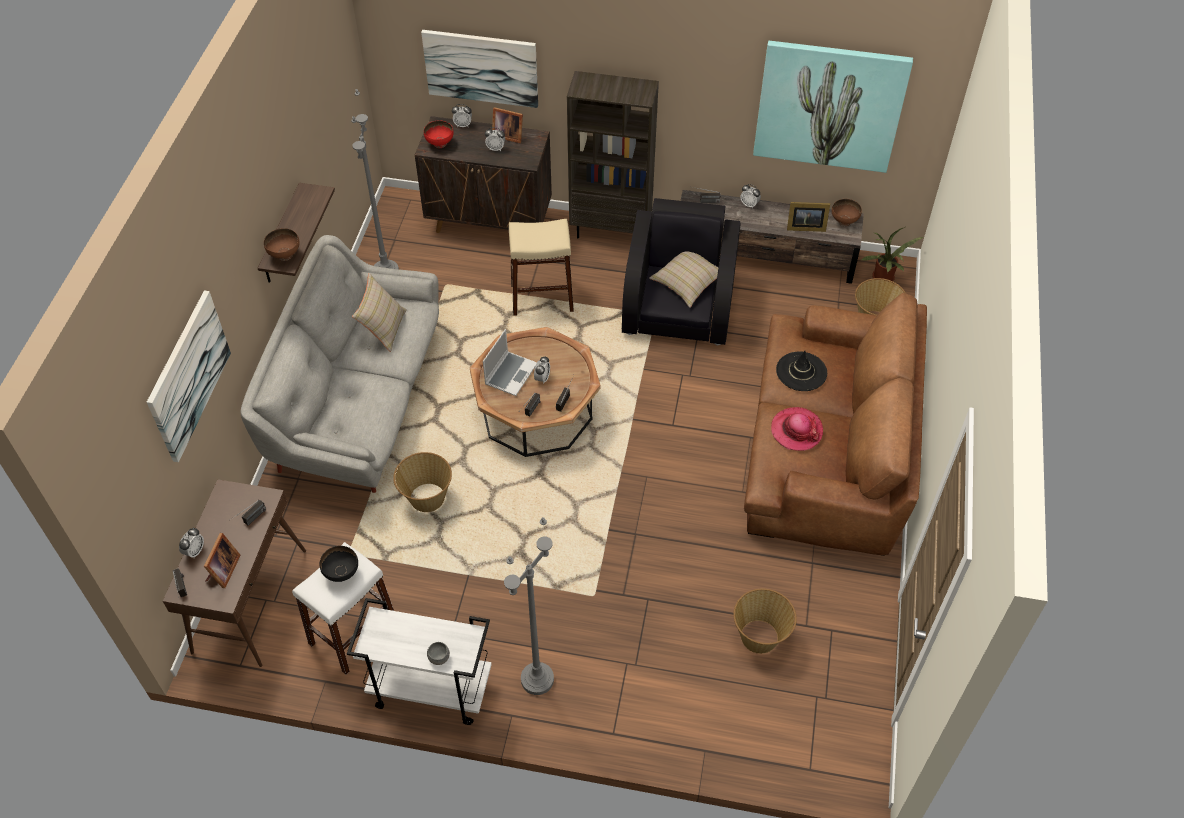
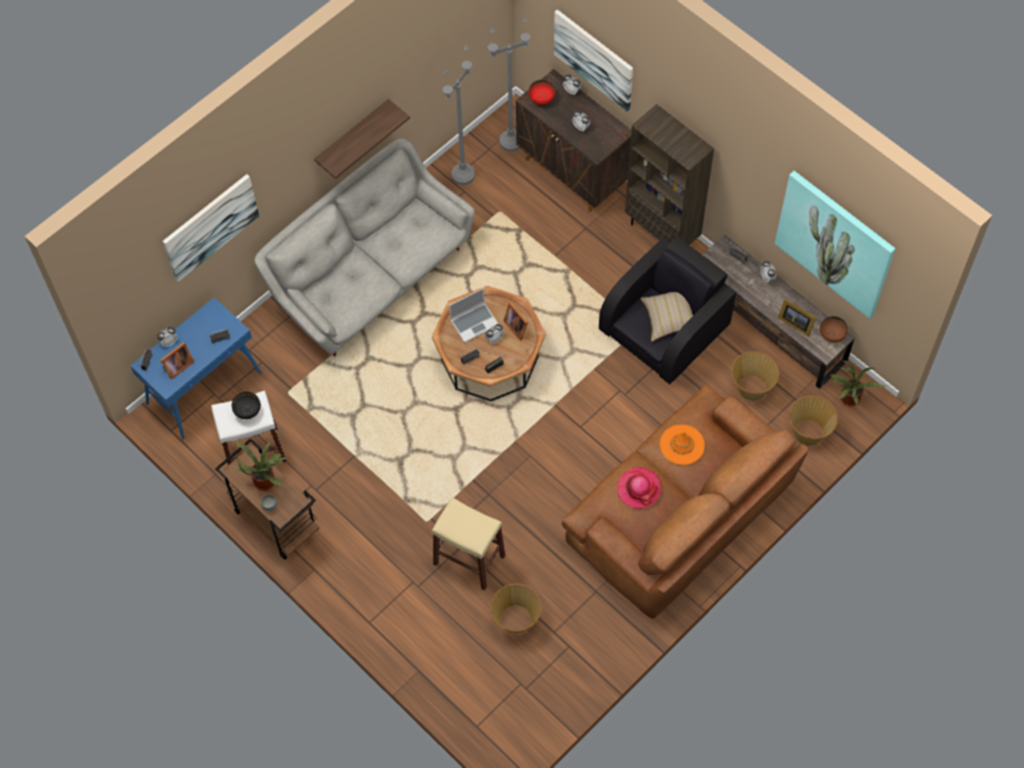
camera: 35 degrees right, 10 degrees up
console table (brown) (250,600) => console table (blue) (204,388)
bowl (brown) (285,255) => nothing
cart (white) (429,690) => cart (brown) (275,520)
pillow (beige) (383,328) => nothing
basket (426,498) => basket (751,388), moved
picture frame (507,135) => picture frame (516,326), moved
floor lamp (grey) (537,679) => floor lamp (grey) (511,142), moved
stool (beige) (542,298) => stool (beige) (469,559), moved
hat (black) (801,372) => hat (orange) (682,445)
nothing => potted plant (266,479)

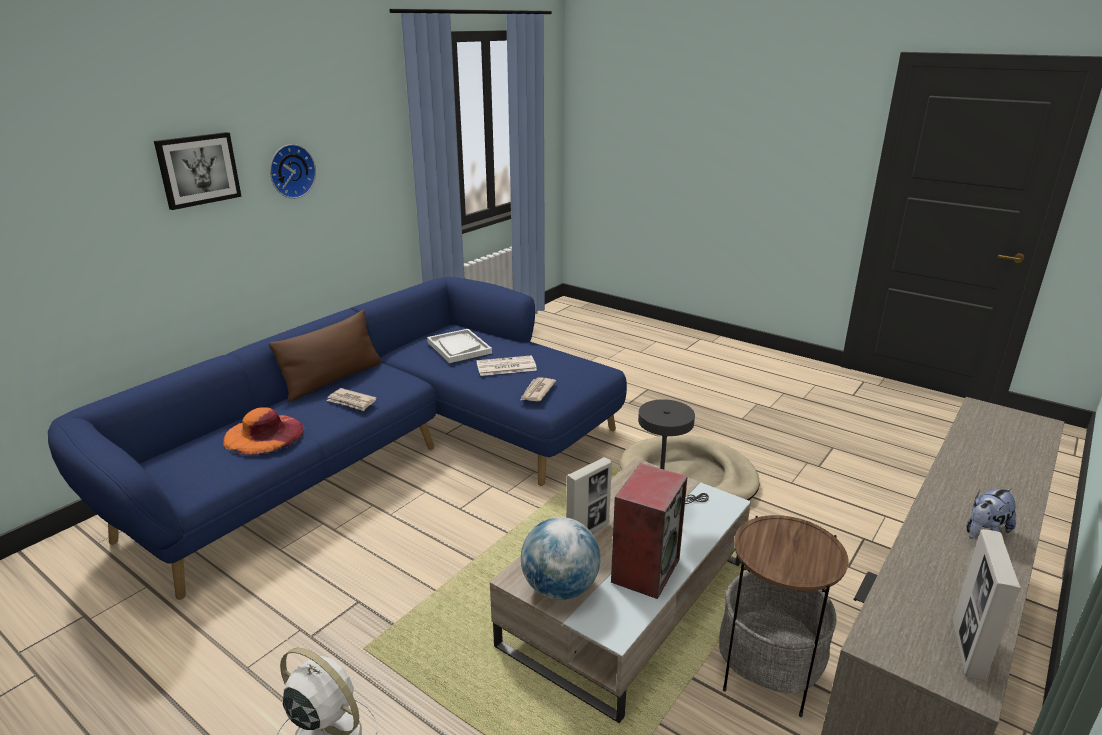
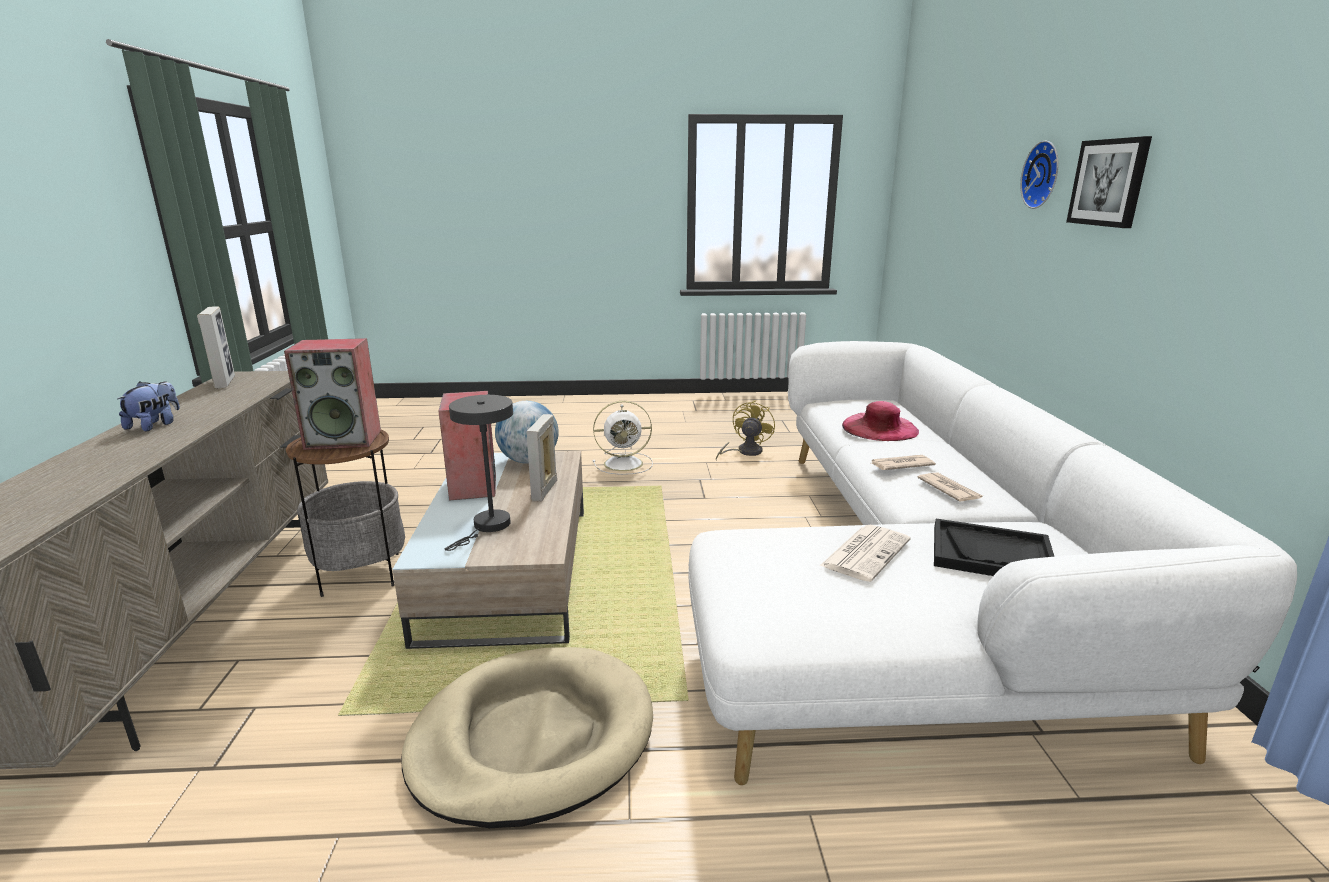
camera: 140 degrees right, 5 degrees down
sofa (blue) (388,454) => sofa (white) (912,582)
hat (orange) (264,434) => hat (pink) (879,427)
pillow (brown) (333,379) => nothing
wall clock (290,171) => wall clock (1044,175), moved
tray (white) (459,347) => tray (black) (991,554)
newspaper (537,391) => newspaper (949,489), moved
nothing => speaker (345,439)
nothing => fan (yellow) (745,452)

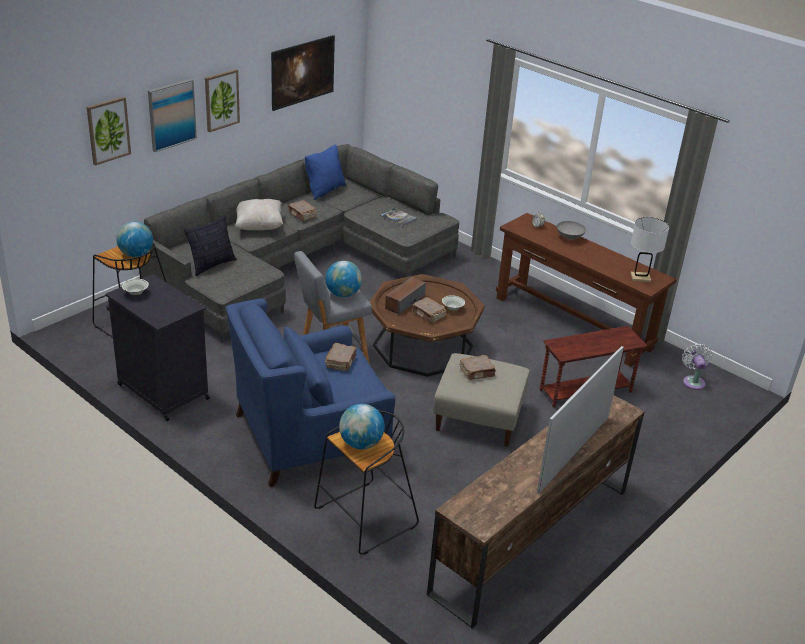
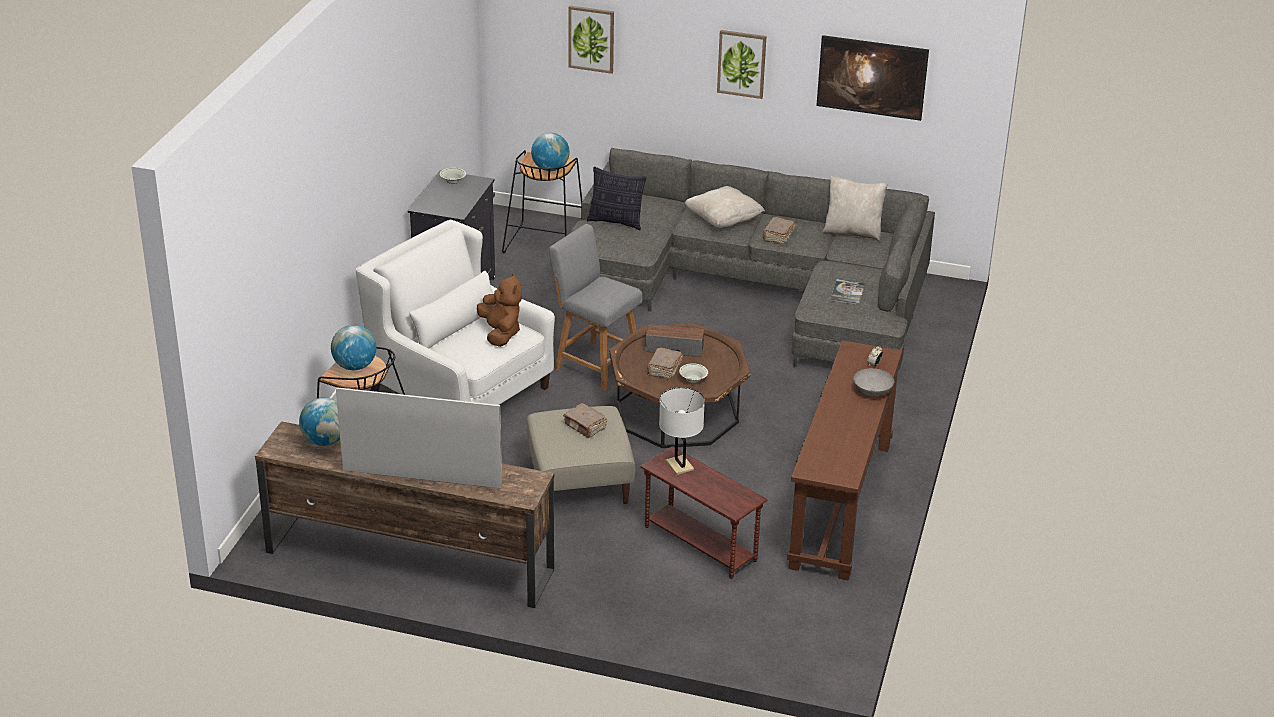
camera: 65 degrees right, 0 degrees up
picture (171,114) => nothing
armchair (blue) (309,436) => armchair (white) (460,390)
pillow (blue) (324,190) => pillow (beige) (852,232)
globe (343,294) => globe (325,441), moved
book (brown) (341,362) => plush toy (brown) (500,333)
table lamp (white) (640,277) => table lamp (white) (679,466), moved
fan (white) (693,381) => nothing

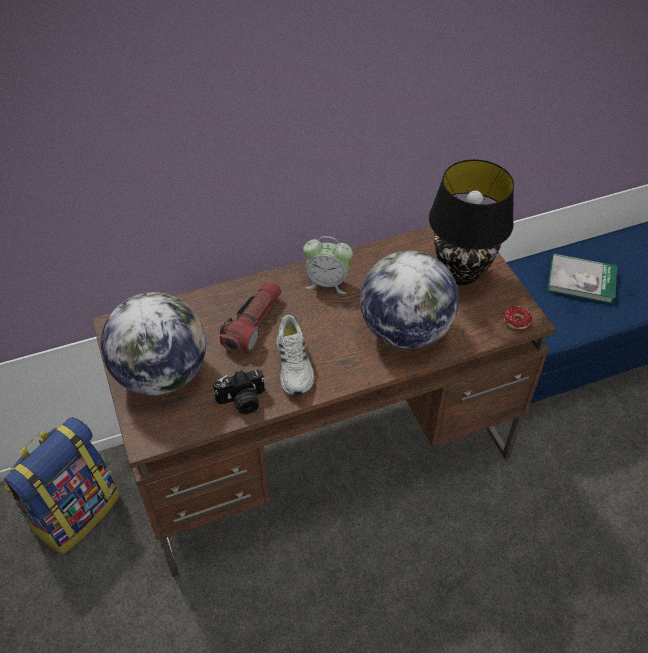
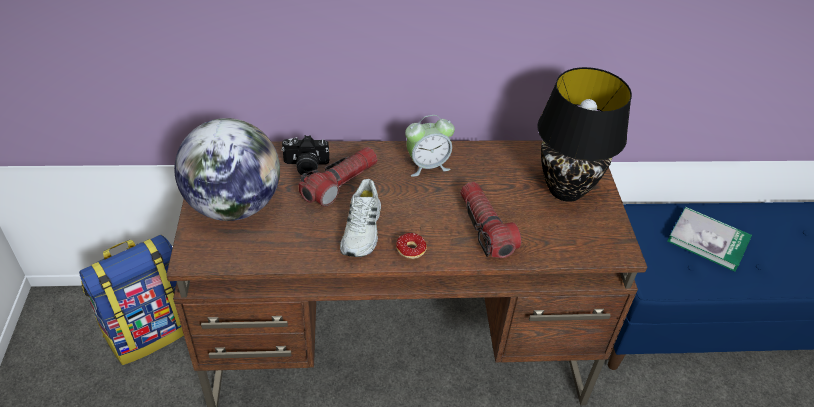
camera: 15 degrees right, 5 degrees down
photo camera (242,401) => photo camera (305,166), moved
alarm clock (327,283) => alarm clock (427,165), 45 degrees counterclockwise
globe (405,331) => flashlight (485,228)
donut (515,325) => donut (407,253), moved

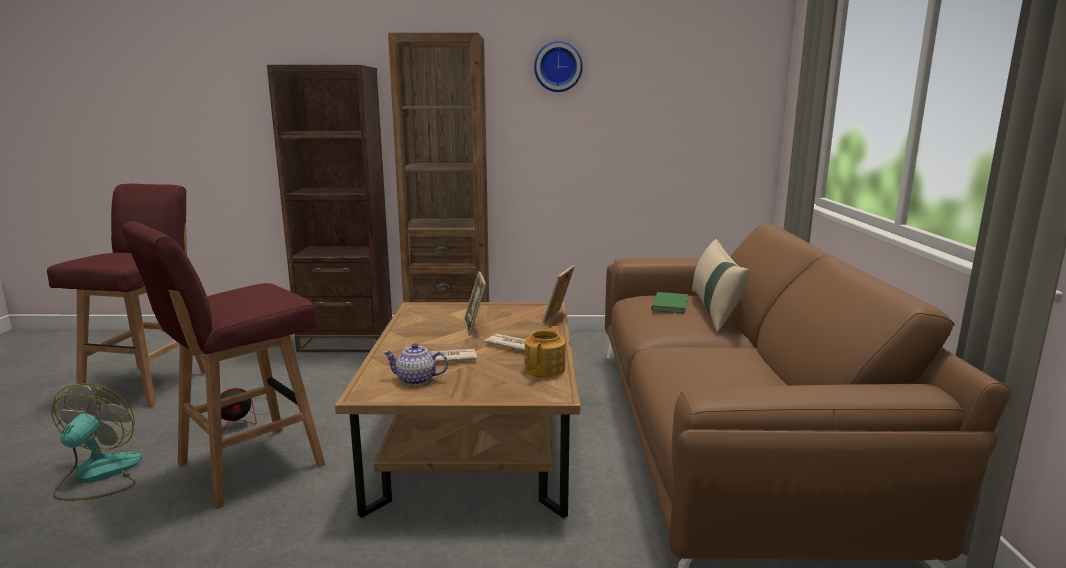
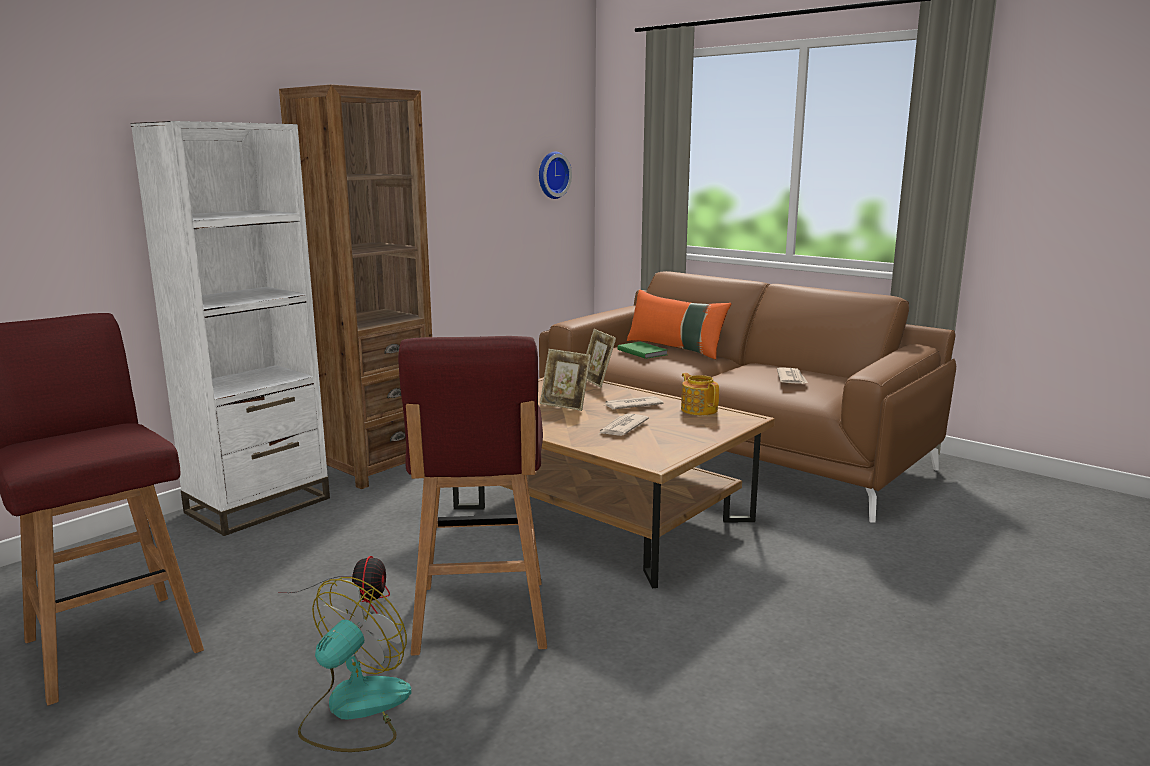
camera: 50 degrees left, 0 degrees up
fan (98,476) => fan (354,710), 75 degrees clockwise
bookcase (brown) (346,341) => bookcase (white) (258,505)
teapot (416,380) => nothing
wall clock (558,67) => wall clock (551,175), moved
pillow (beige) (714,311) => pillow (orange) (675,348)
nothing => newspaper (791,378)

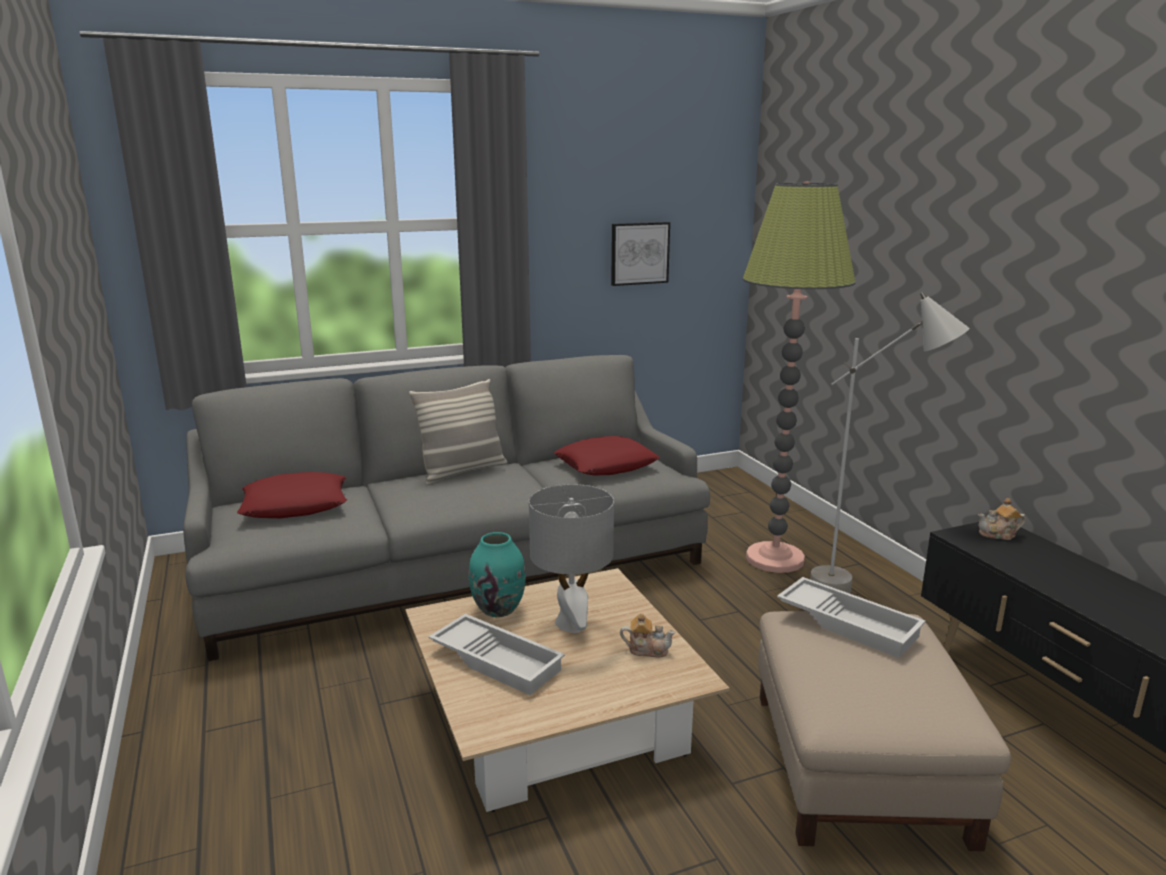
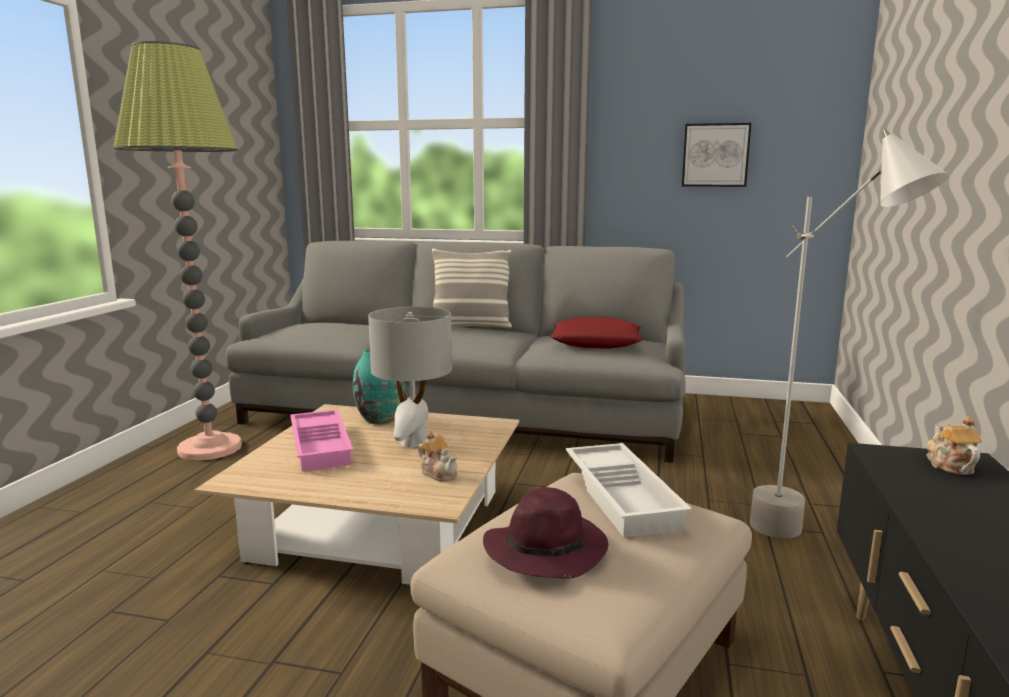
camera: 35 degrees right, 5 degrees down
pillow (red) (295,505) => nothing
tray (white) (498,660) => tray (pink) (322,446)
floor lamp (774,559) => floor lamp (210,448), moved
teapot (998,534) => teapot (949,465), 60 degrees clockwise
nothing => hat (purple) (547,549)

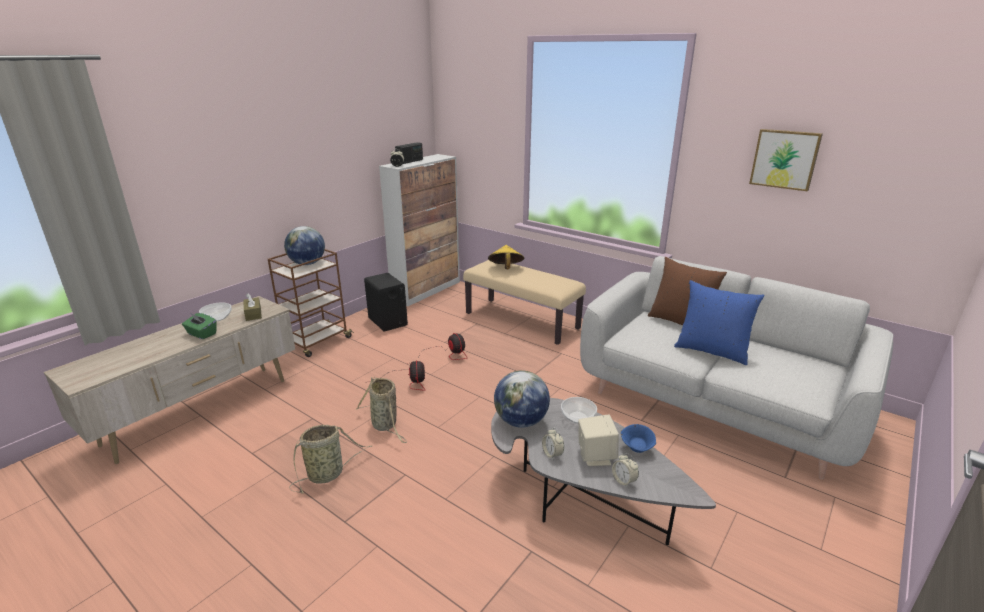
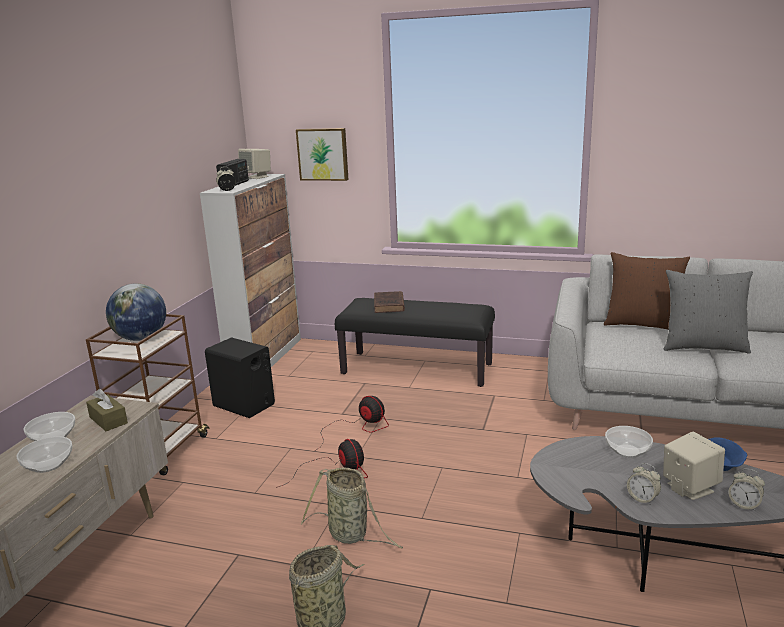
camera: 20 degrees left, 5 degrees down
tissue box (green) (201,334) => bowl (49,464)
bench (beige) (522,320) => bench (black) (417,368)
hat (yellow) (505,268) => book (brown) (389,305)
globe (520,421) => nothing
pillow (blue) (711,351) => pillow (grey) (703,346)
picture (785,159) => picture (323,154), moved
nothing => speaker (beige) (256,177)

